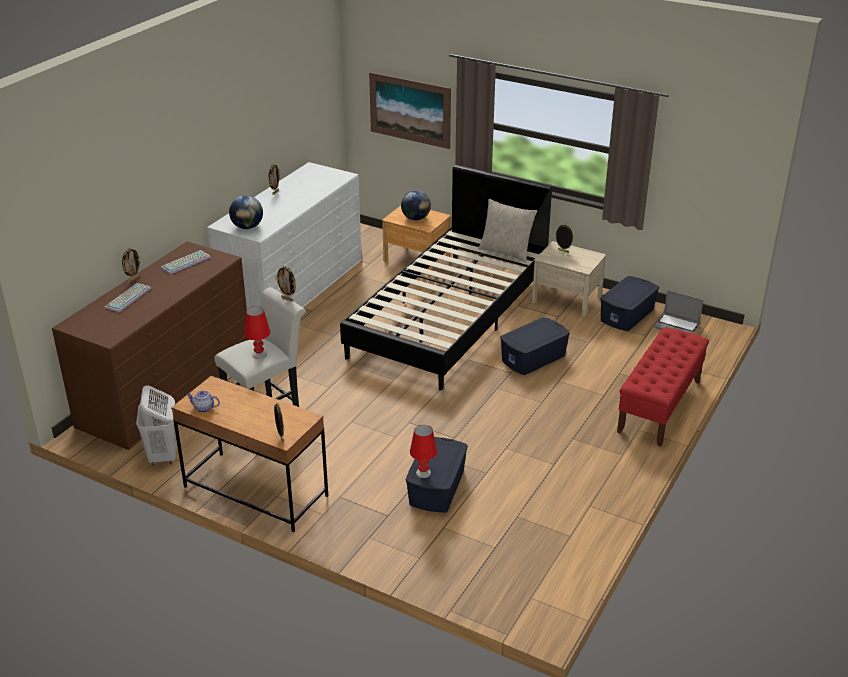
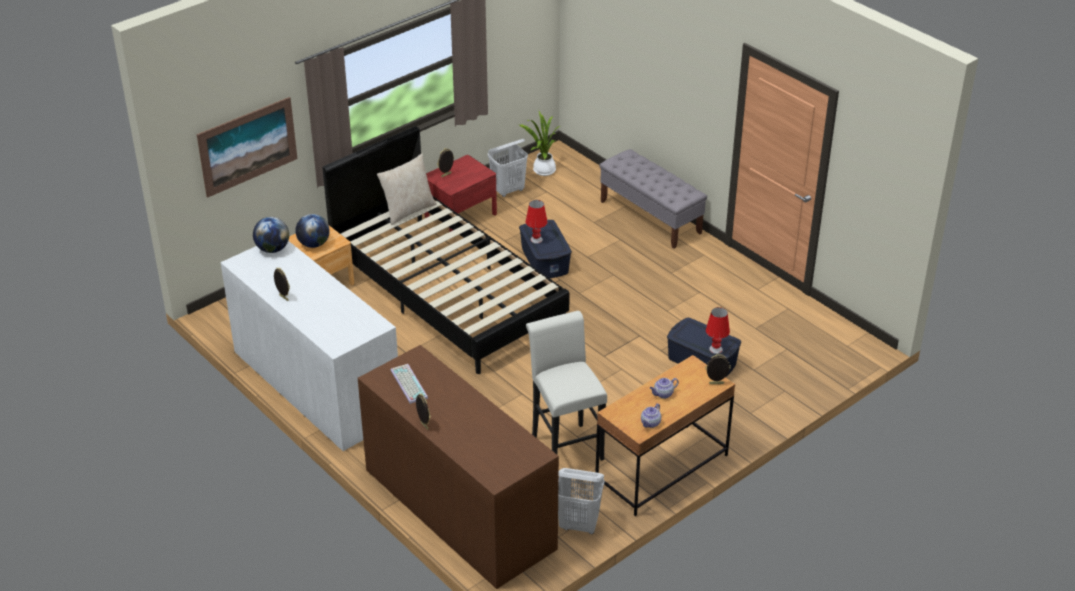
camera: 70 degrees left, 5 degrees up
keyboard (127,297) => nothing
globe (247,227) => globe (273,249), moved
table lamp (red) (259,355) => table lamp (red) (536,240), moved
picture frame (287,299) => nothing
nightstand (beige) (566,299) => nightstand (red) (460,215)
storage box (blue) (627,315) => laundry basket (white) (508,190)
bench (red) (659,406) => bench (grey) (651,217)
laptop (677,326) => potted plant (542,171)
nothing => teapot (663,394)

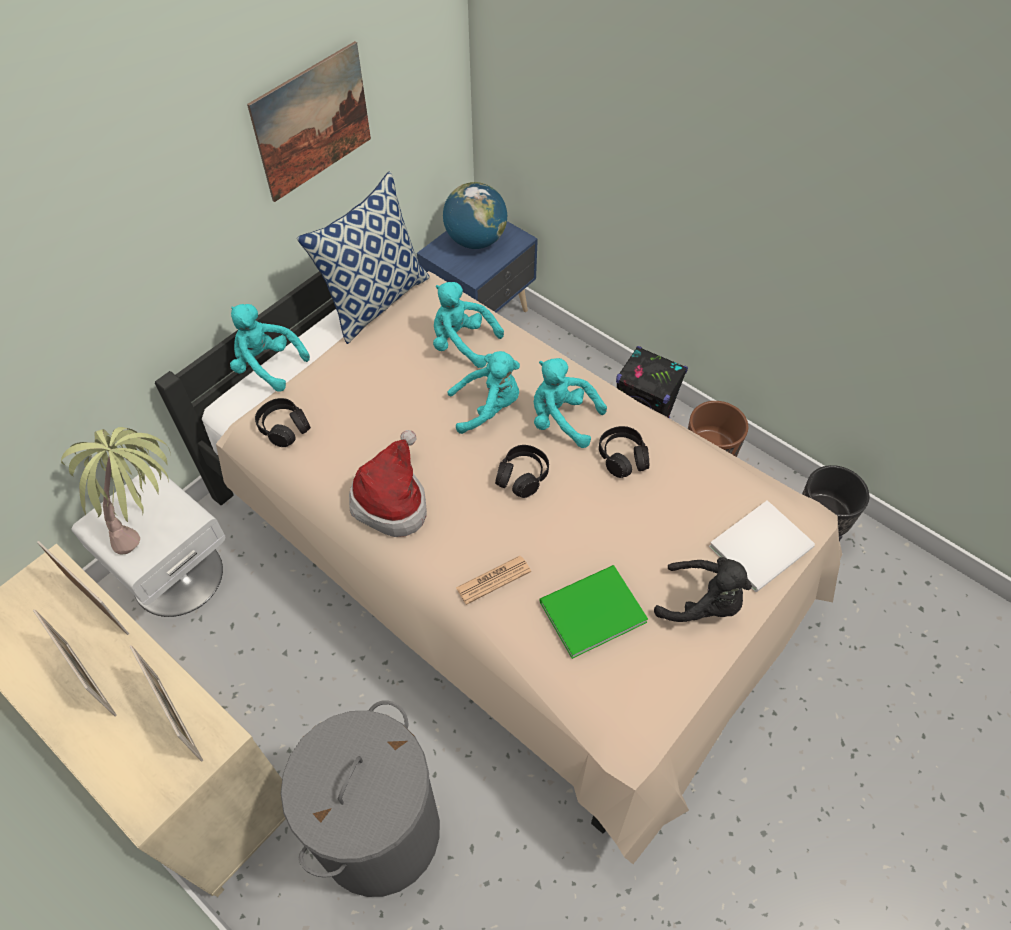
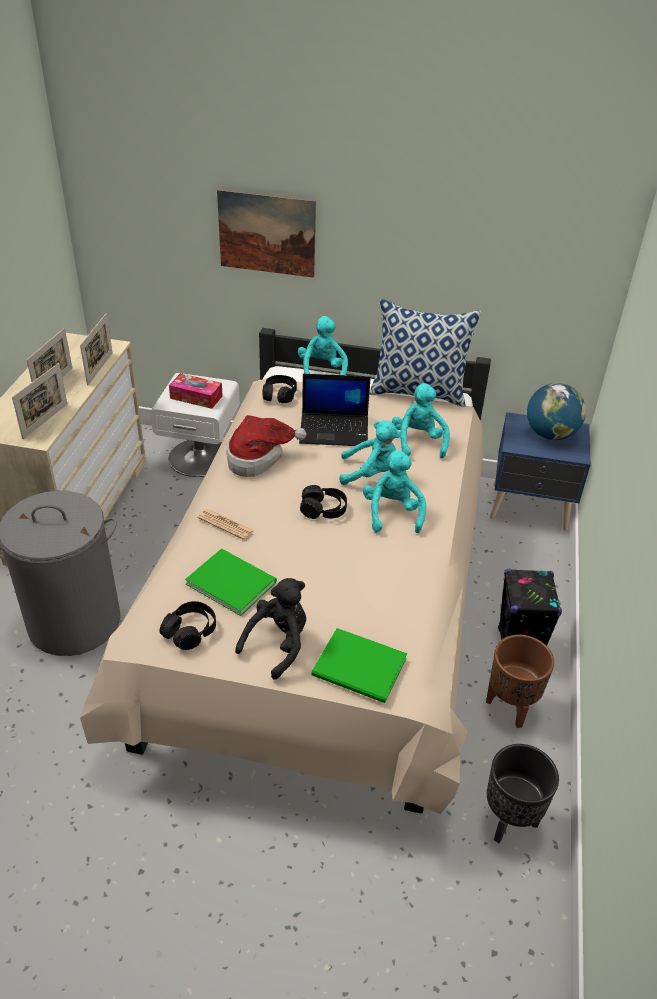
camera: 60 degrees right, 15 degrees down
potted plant (150,522) => tissue box (196,397)
picture (312,122) => picture (267,233), moved
plush toy (turquoise) (488,407) => plush toy (turquoise) (371,473), 45 degrees counterclockwise
headphones (black) (622,457) => headphones (black) (190,631), moved
plush toy (black) (702,603) => plush toy (black) (278,644), 135 degrees counterclockwise
book (white) (764,547) => book (green) (361,669)
nothing => laptop (335,430)

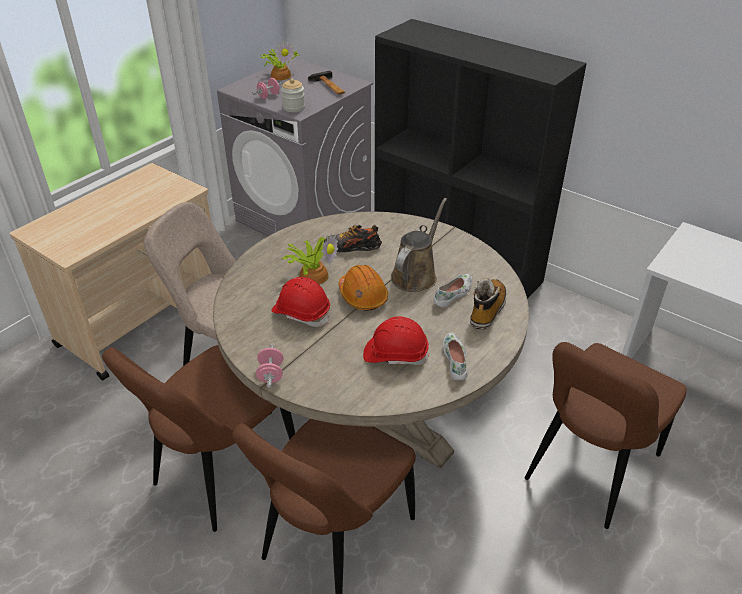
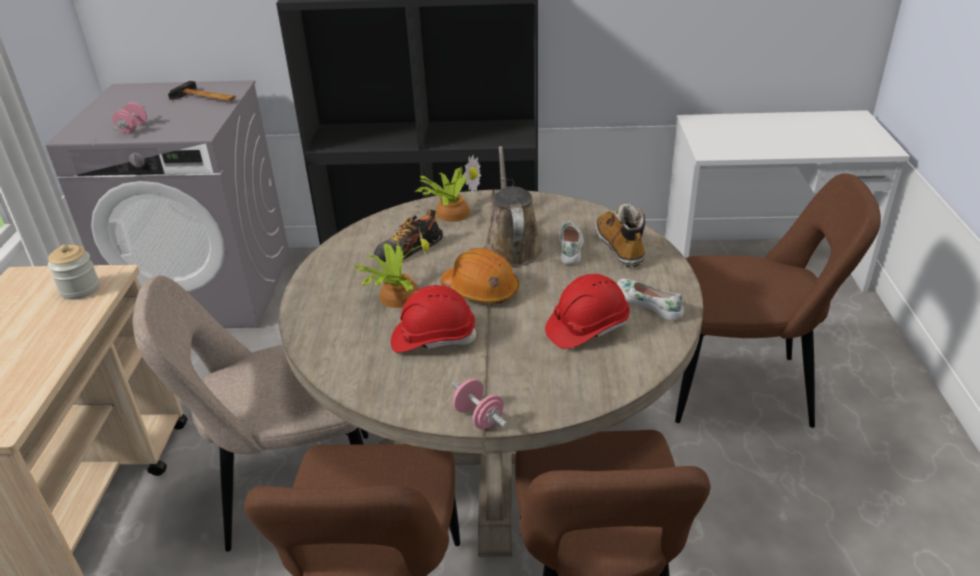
camera: 35 degrees left, 5 degrees down
potted plant (281,75) => potted plant (451,212), moved
jar (294,108) => jar (80,289), moved
chair (brown) (588,471) => chair (brown) (744,390), 90 degrees counterclockwise

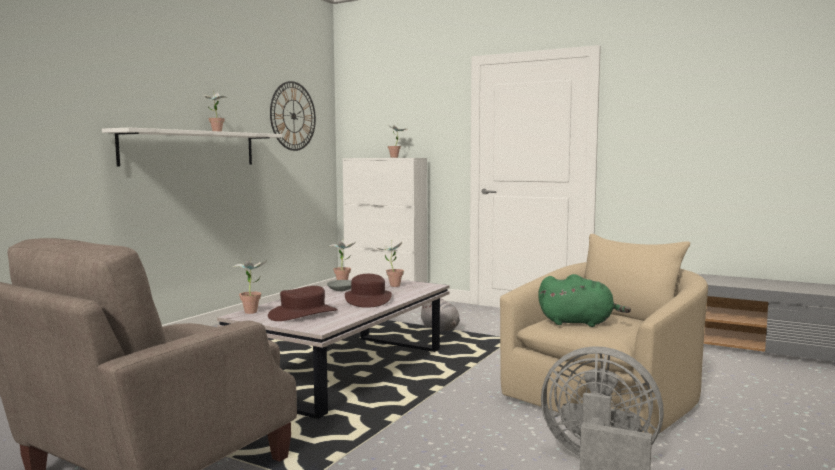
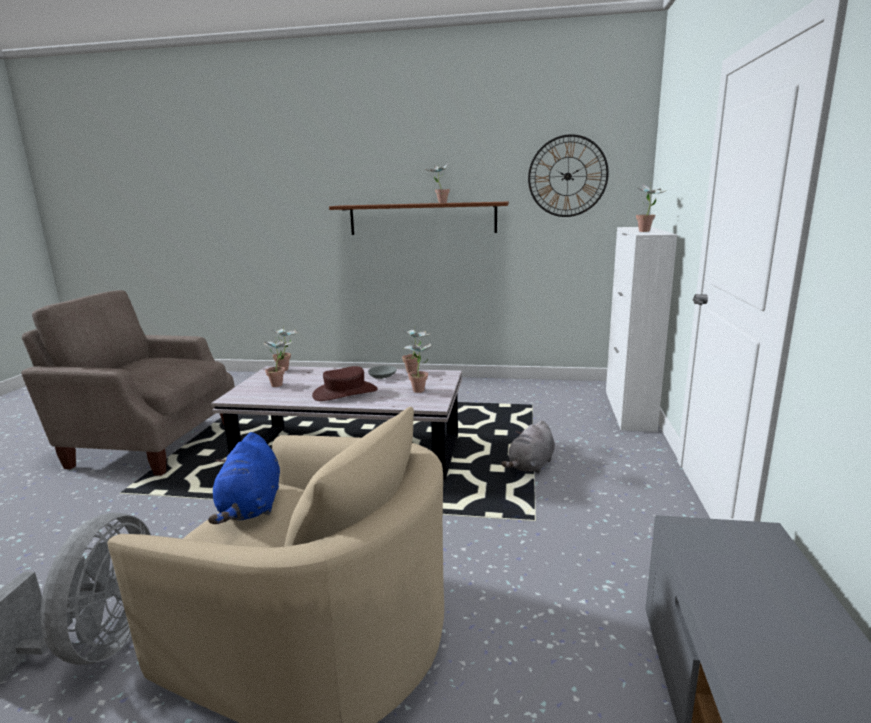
camera: 70 degrees right, 10 degrees up
shelf (white) (190,148) => shelf (brown) (422,218)
hat (brown) (303,314) => potted plant (280,384)
plush toy (green) (579,323) => plush toy (blue) (251,507)

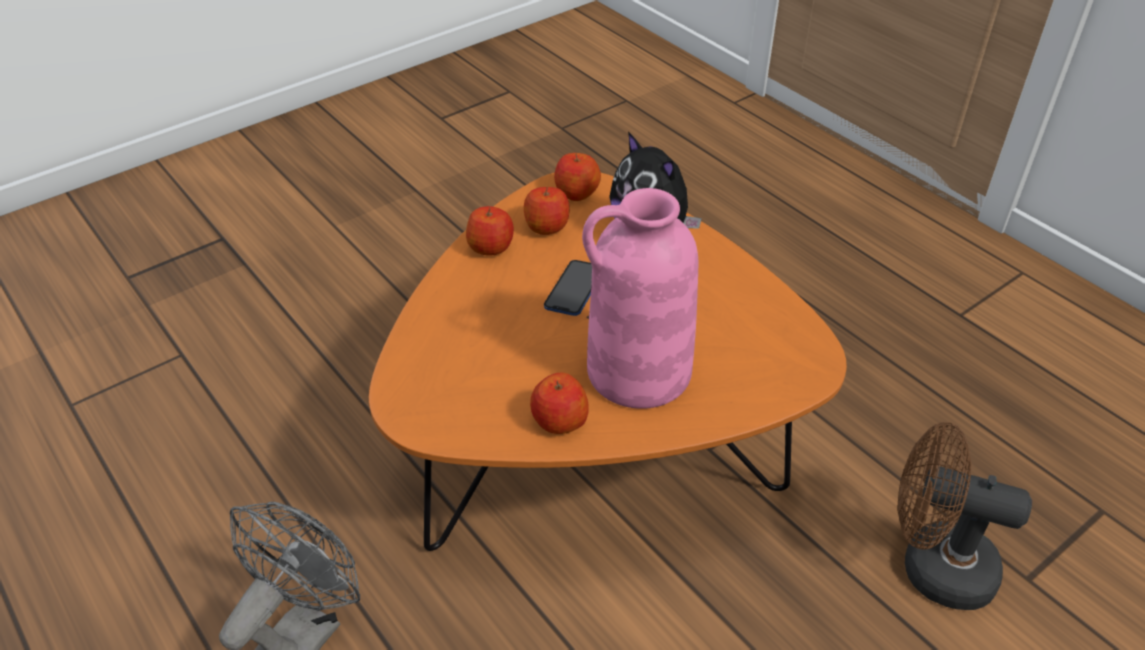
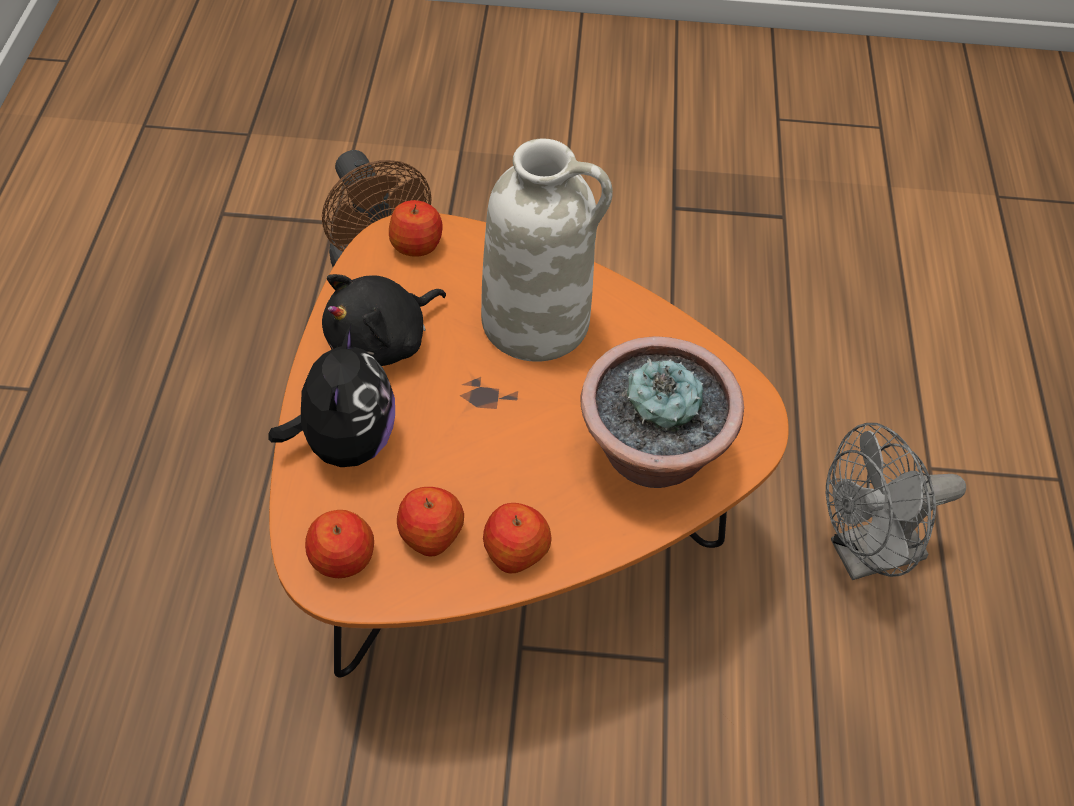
camera: 140 degrees left, 10 degrees up
apple (559,420) => apple (416,244), moved
phone (574,289) => nothing
vase (pink) (637,372) => vase (white) (537,321)
nothing => plush toy (black) (382,340)
nothing => potted plant (651,456)

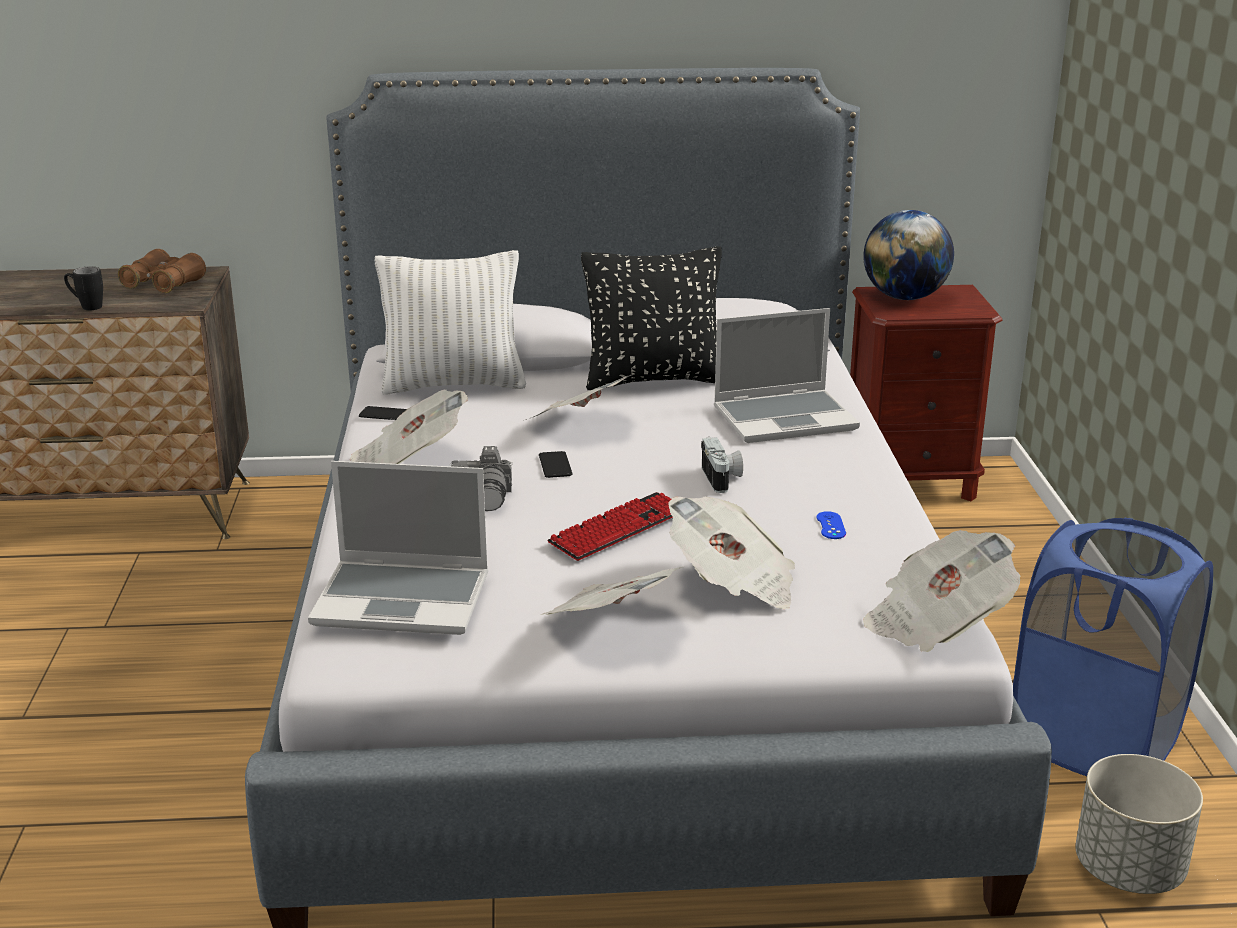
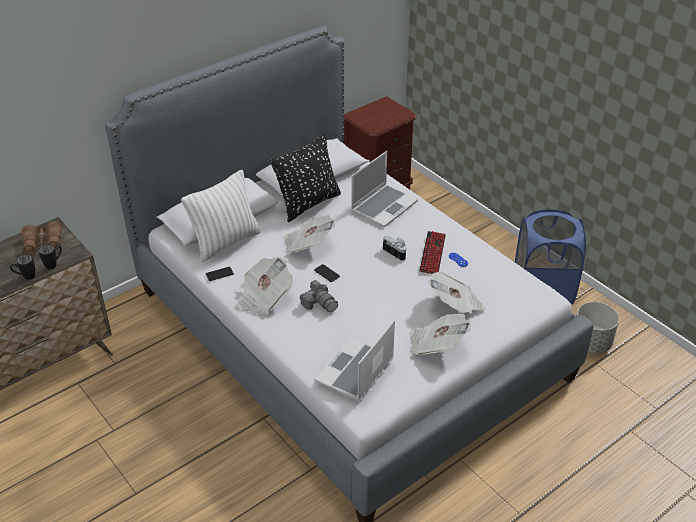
camera: 35 degrees left, 15 degrees up
laptop (404,599) => laptop (355,372), 150 degrees clockwise
keyboard (618,528) => keyboard (432,253), moved
globe (904,297) => nothing
newspaper (936,623) => nothing
nothing => mug (black) (54,264)

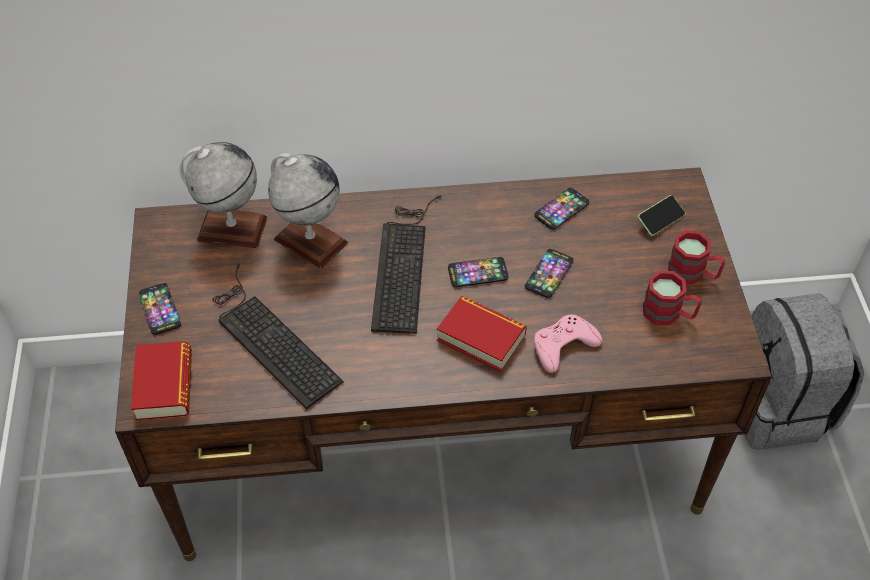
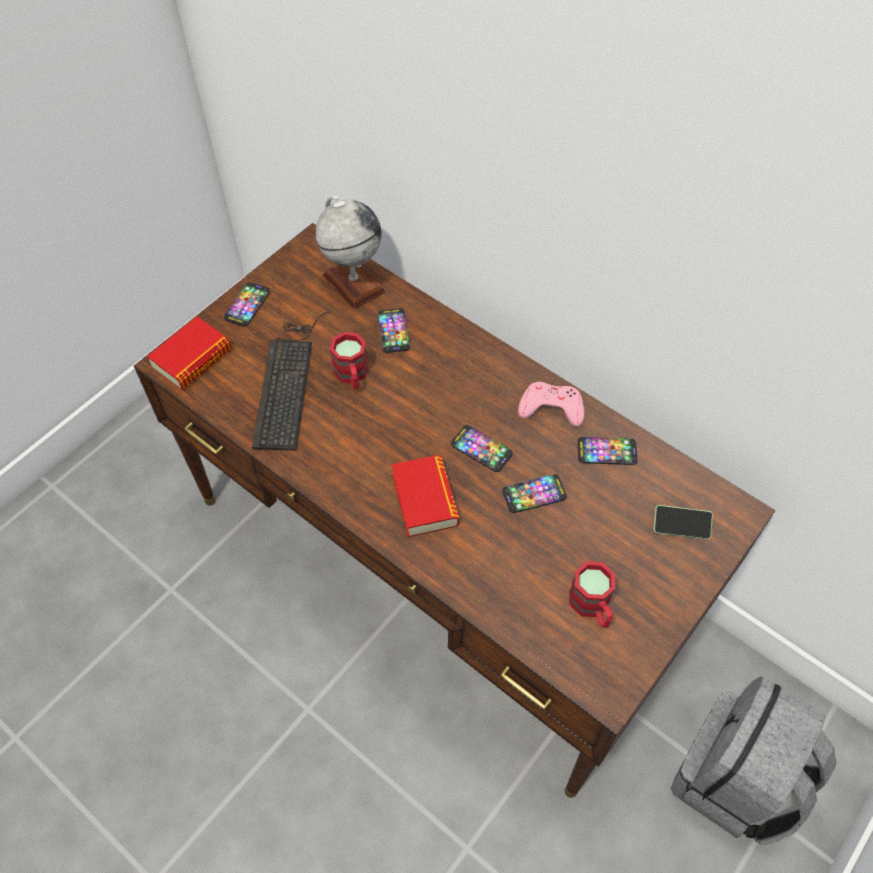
camera: 45 degrees right, 5 degrees up
globe (310,241) => phone (393,331)
keyboard (403,264) => nothing
game controller (pink) (563,346) => game controller (pink) (551,407), moved
mug (red) (693,273) => mug (red) (352,376), moved

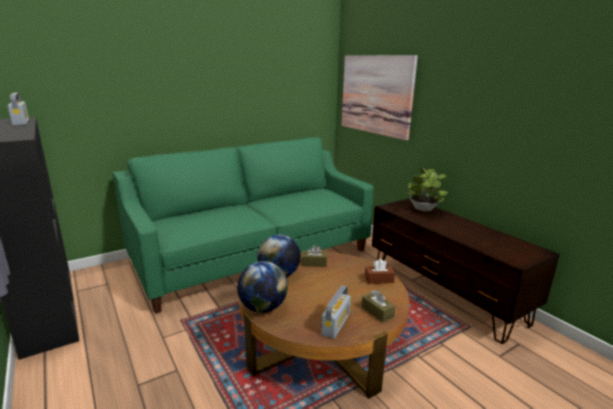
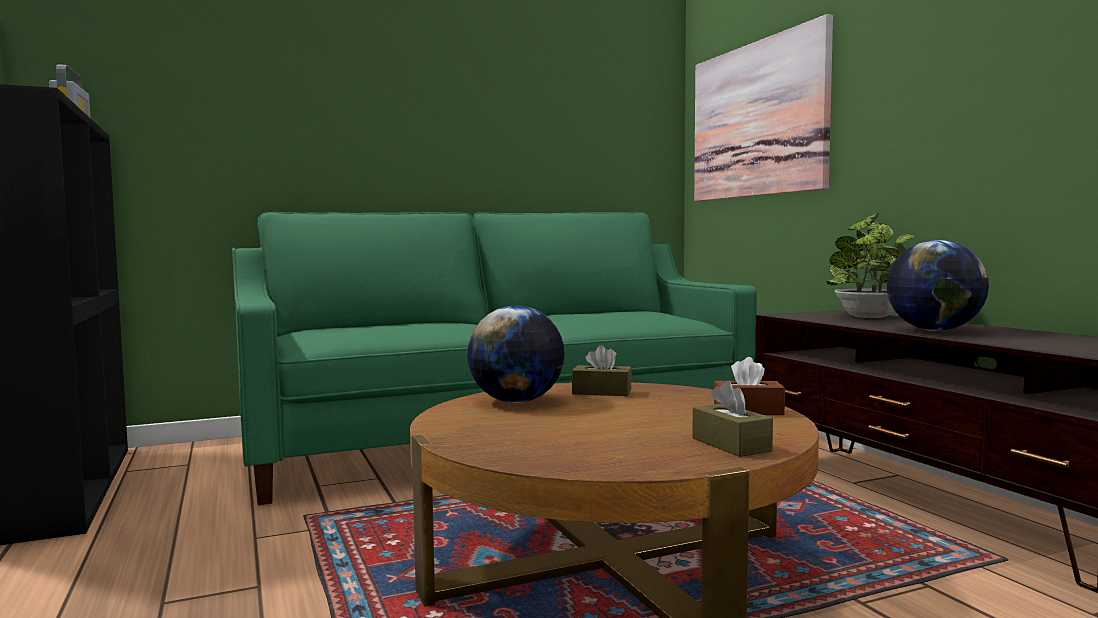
camera: 10 degrees right, 15 degrees down
globe (263,307) => globe (934,330), moved
radio (335,324) => nothing

